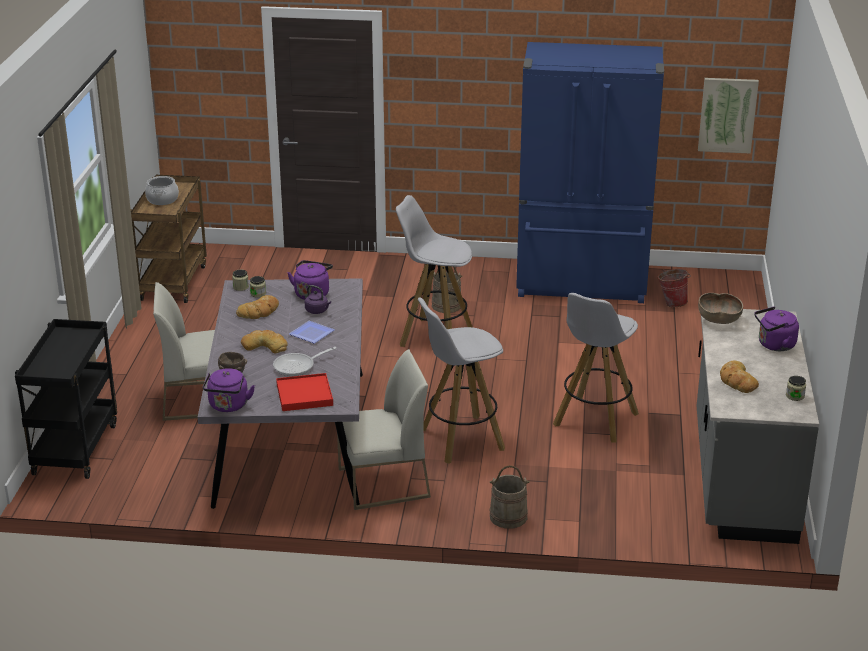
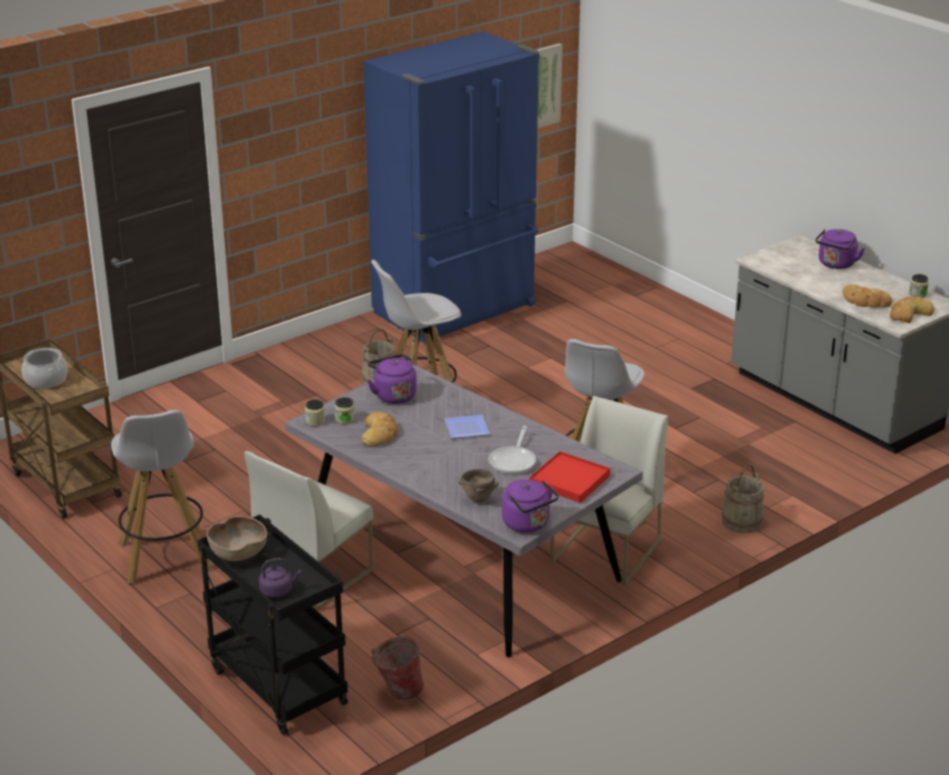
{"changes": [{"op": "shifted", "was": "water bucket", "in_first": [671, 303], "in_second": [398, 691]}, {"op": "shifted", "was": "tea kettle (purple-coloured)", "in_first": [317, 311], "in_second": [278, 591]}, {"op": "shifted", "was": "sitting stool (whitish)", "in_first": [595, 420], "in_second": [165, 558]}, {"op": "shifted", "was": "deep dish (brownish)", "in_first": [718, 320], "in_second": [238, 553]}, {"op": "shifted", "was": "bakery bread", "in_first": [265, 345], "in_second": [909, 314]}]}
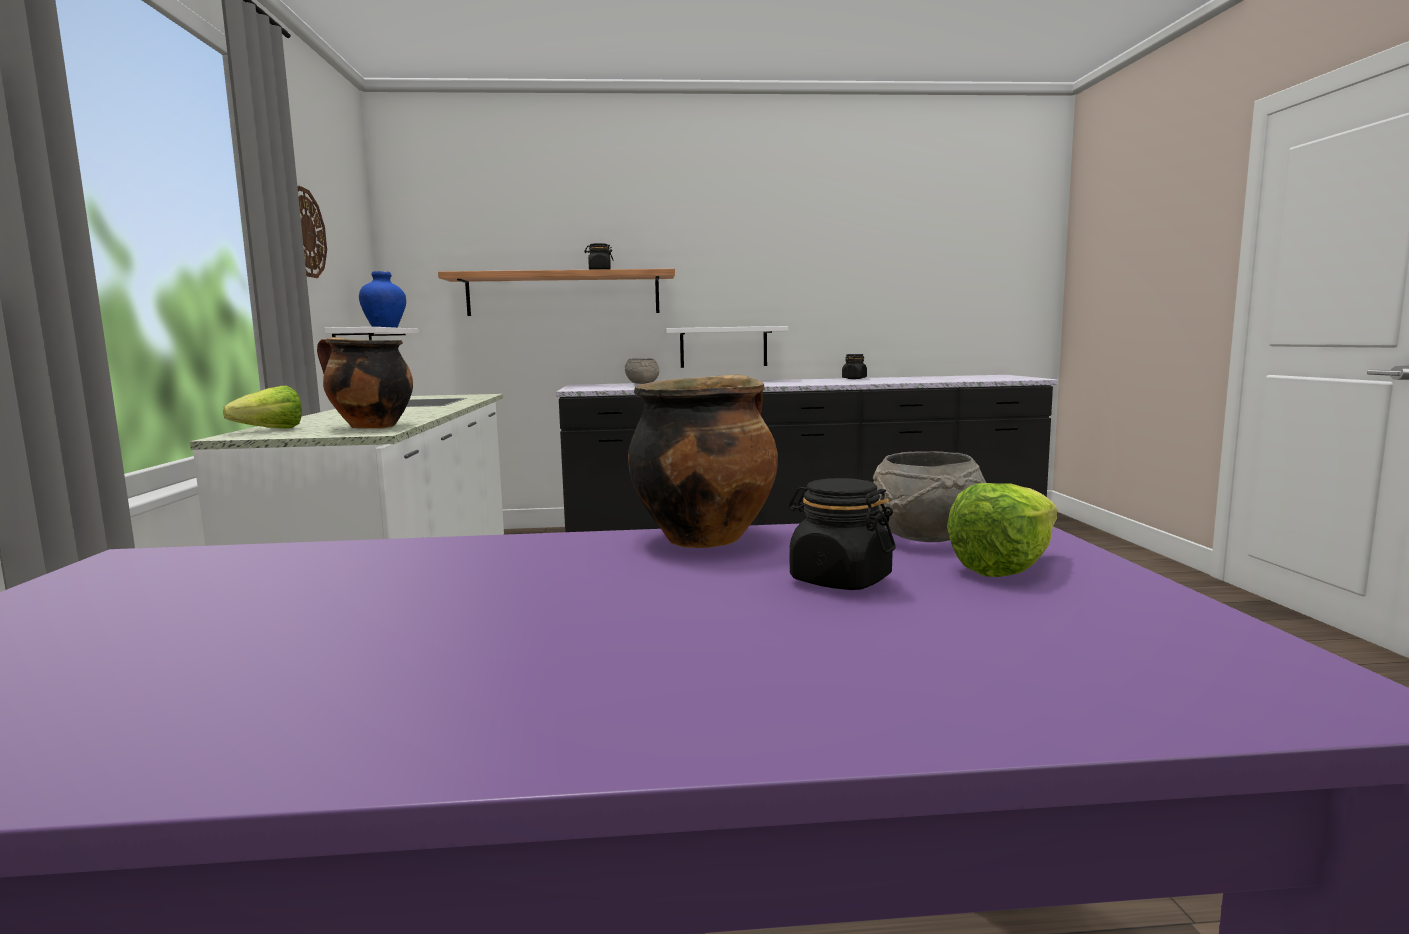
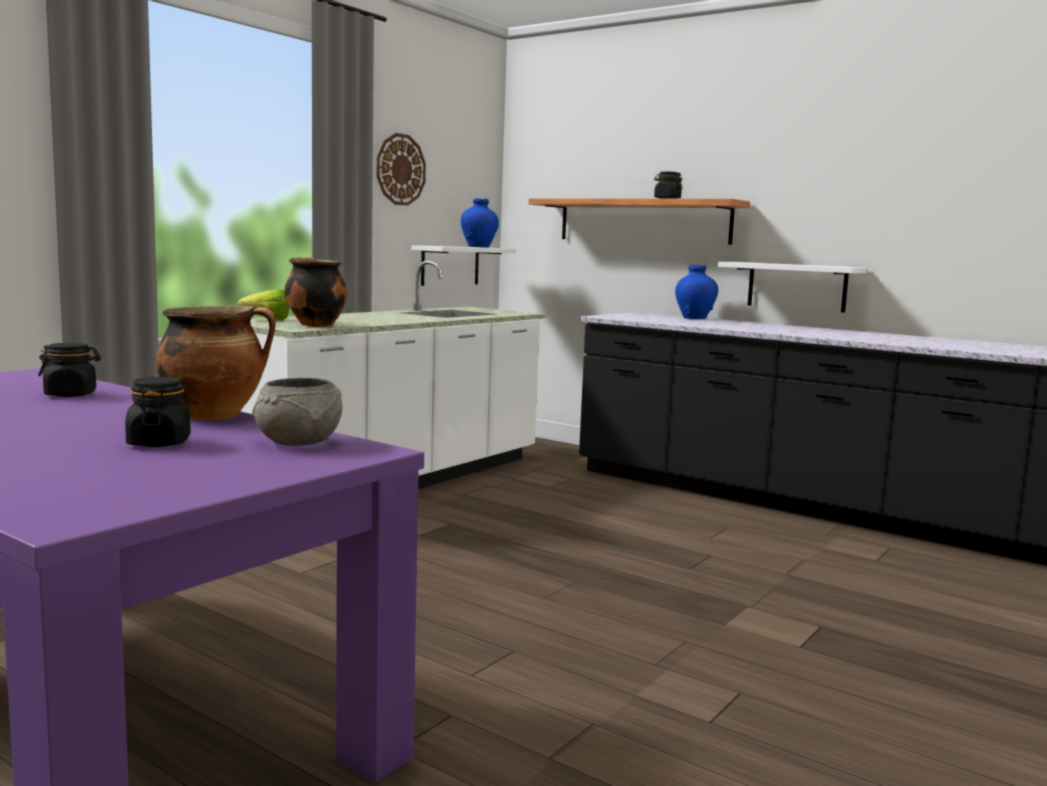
{"changes": [{"op": "shifted", "was": "jar (black)", "in_first": [854, 378], "in_second": [71, 394]}, {"op": "swapped", "was": "deep dish (gray)", "now": "vase (bluish)", "in_first": [642, 383], "in_second": [694, 318]}, {"op": "gone", "was": "lettuce head", "in_first": [1015, 565]}]}
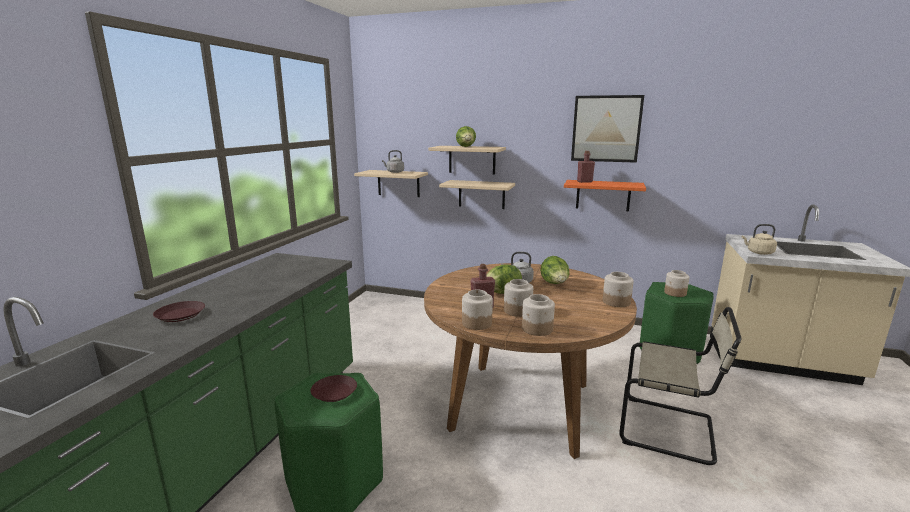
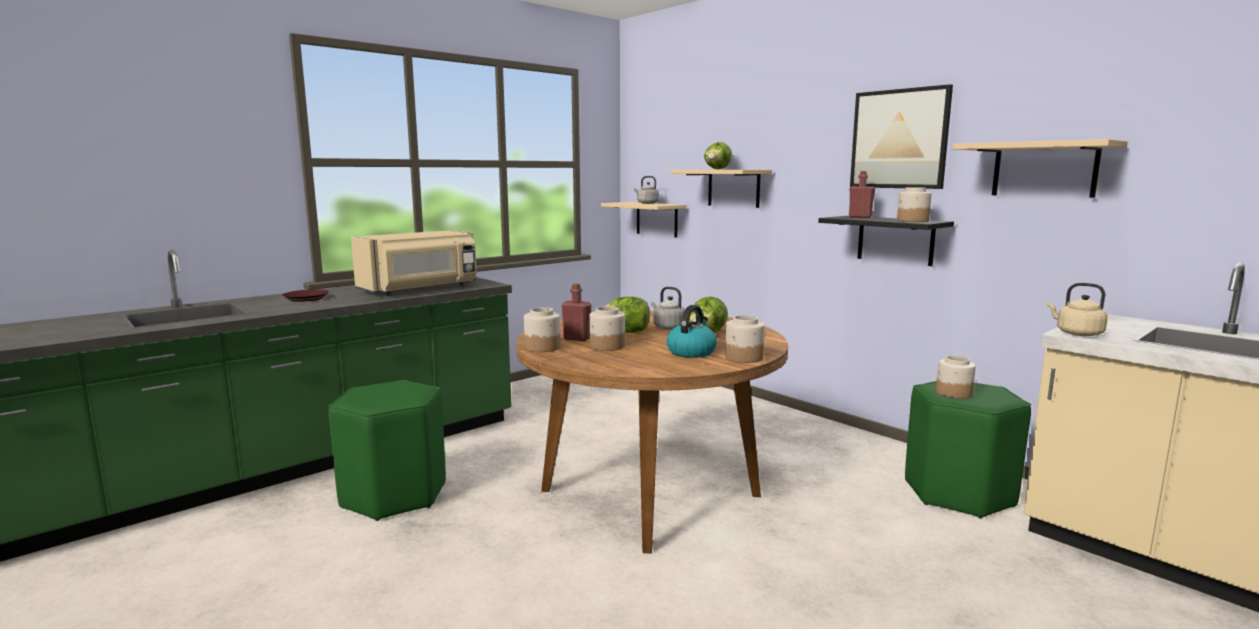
{"changes": [{"op": "shifted", "was": "bracket shelf (beige-coloured)", "in_first": [481, 194], "in_second": [1044, 170]}, {"op": "repainted", "was": "bracket shelf (orange)", "now": "bracket shelf (black)", "in_first": [603, 195], "in_second": [895, 240]}, {"op": "shifted", "was": "jar", "in_first": [537, 329], "in_second": [912, 220]}, {"op": "gone", "was": "plain chair (beige-coloured)", "in_first": [670, 430]}, {"op": "gone", "was": "flat dish (brownish)", "in_first": [334, 392]}, {"op": "new", "now": "kitchen microwave (beige-coloured)", "in_second": [421, 289]}, {"op": "new", "now": "tea kettle", "in_second": [691, 352]}]}
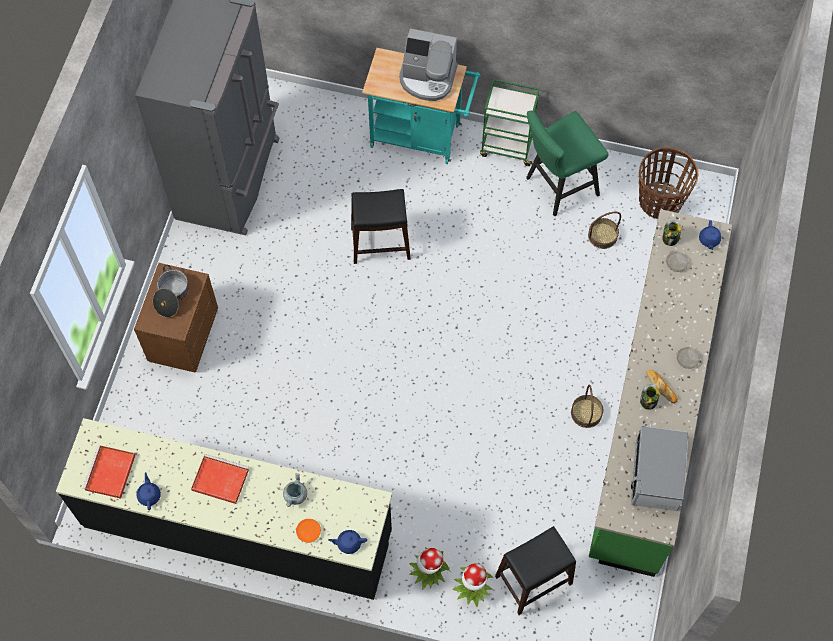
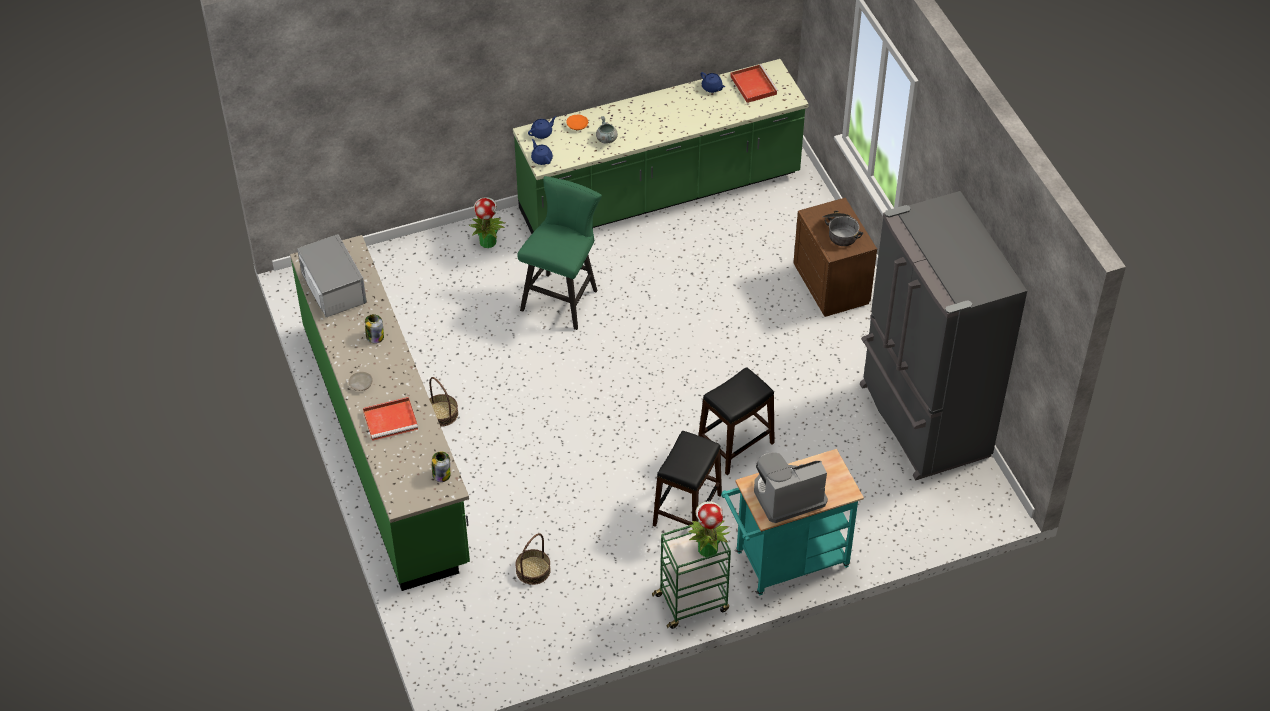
{"changes": [{"op": "shifted", "was": "sitting stool (greenish)", "in_first": [557, 188], "in_second": [563, 297]}, {"op": "gone", "was": "basket", "in_first": [659, 201]}, {"op": "shifted", "was": "tea pot (bluish)", "in_first": [709, 240], "in_second": [541, 159]}, {"op": "gone", "was": "flat dish (beige-coloured)", "in_first": [676, 263]}, {"op": "gone", "was": "bakery bread", "in_first": [661, 387]}, {"op": "repainted", "was": "kitchen base unit (black)", "now": "kitchen base unit (greenish)", "in_first": [238, 528], "in_second": [660, 194]}, {"op": "shifted", "was": "serving tray (red)", "in_first": [219, 480], "in_second": [391, 420]}, {"op": "shifted", "was": "sitting stool (black)", "in_first": [534, 580], "in_second": [686, 510]}, {"op": "shifted", "was": "plant in a pot", "in_first": [472, 592], "in_second": [707, 548]}]}
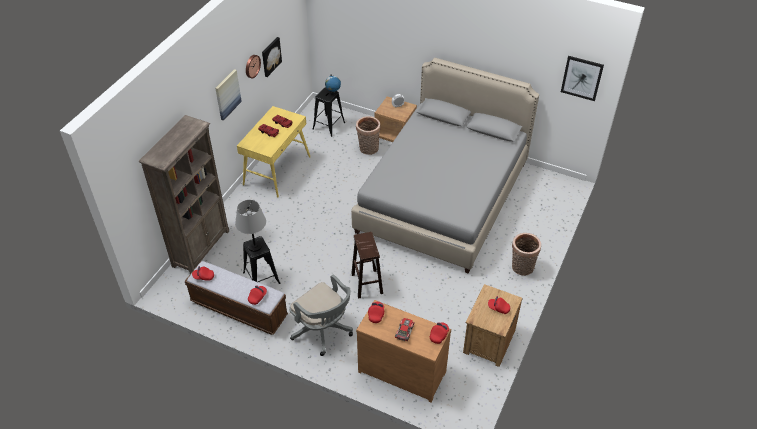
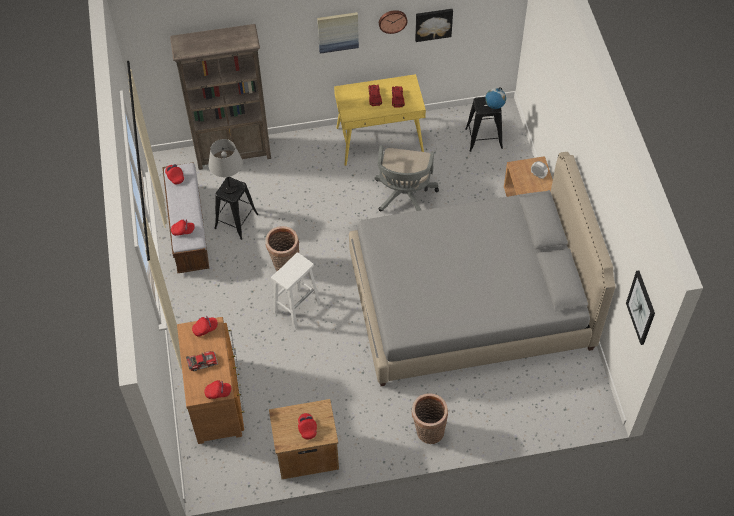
{"changes": [{"op": "shifted", "was": "basket", "in_first": [368, 149], "in_second": [284, 265]}, {"op": "repainted", "was": "sitting stool (brownish)", "now": "sitting stool (whitish)", "in_first": [366, 283], "in_second": [297, 307]}, {"op": "shifted", "was": "office chair (gray)", "in_first": [323, 331], "in_second": [404, 196]}]}
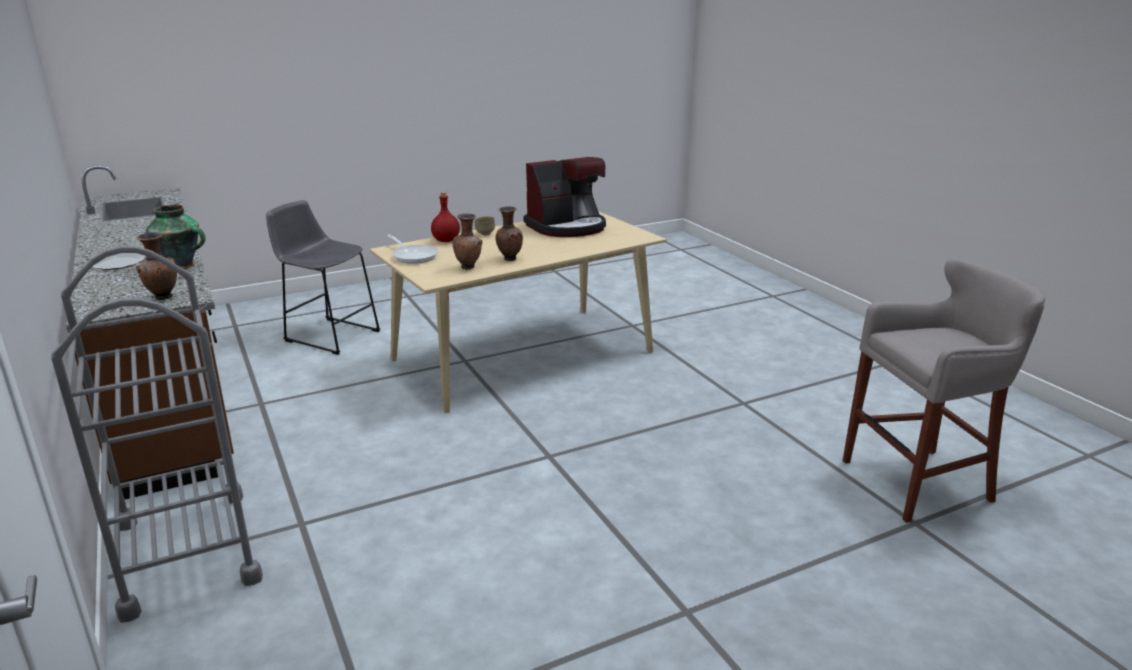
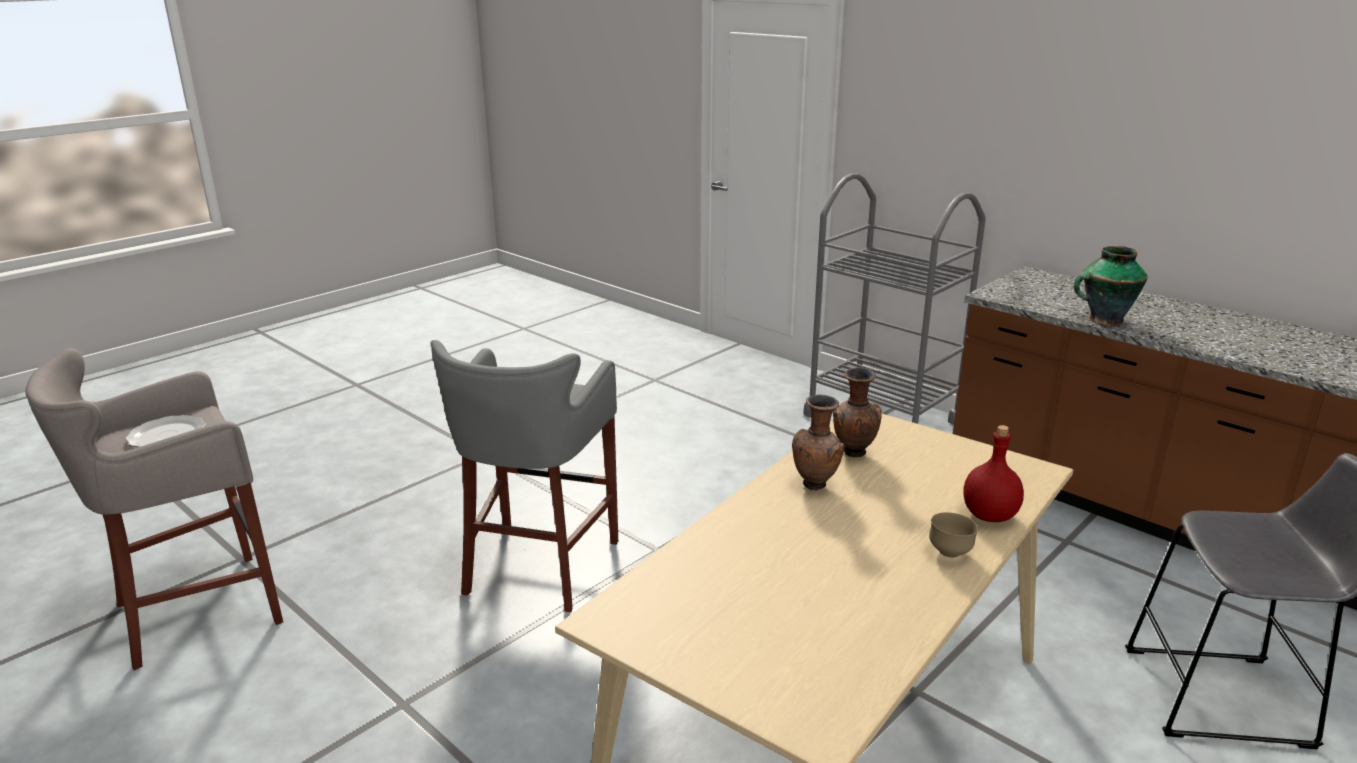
{"changes": [{"op": "gone", "was": "coffee brewer", "in_first": [567, 227]}, {"op": "gone", "was": "vase (brownish)", "in_first": [163, 298]}, {"op": "gone", "was": "pan", "in_first": [413, 256]}, {"op": "shifted", "was": "flat dish", "in_first": [118, 263], "in_second": [167, 436]}, {"op": "new", "now": "sitting stool (gray)", "in_second": [538, 568]}]}
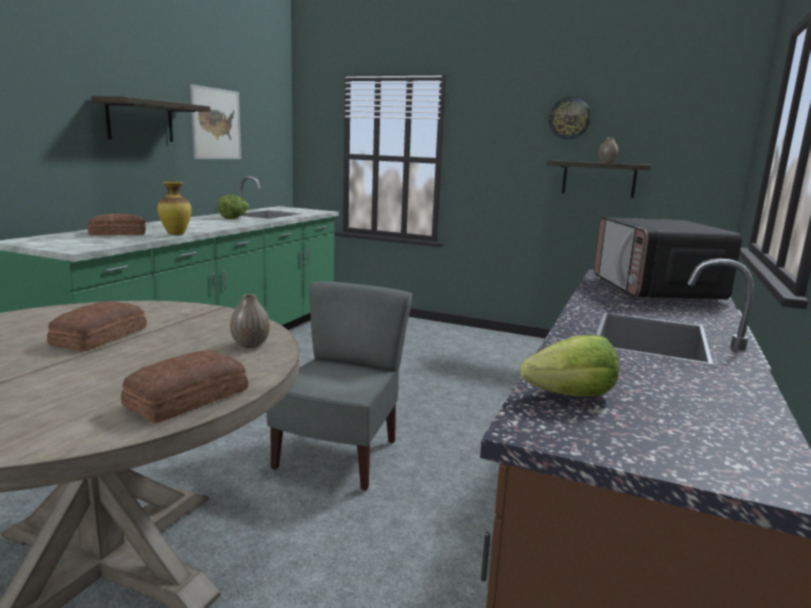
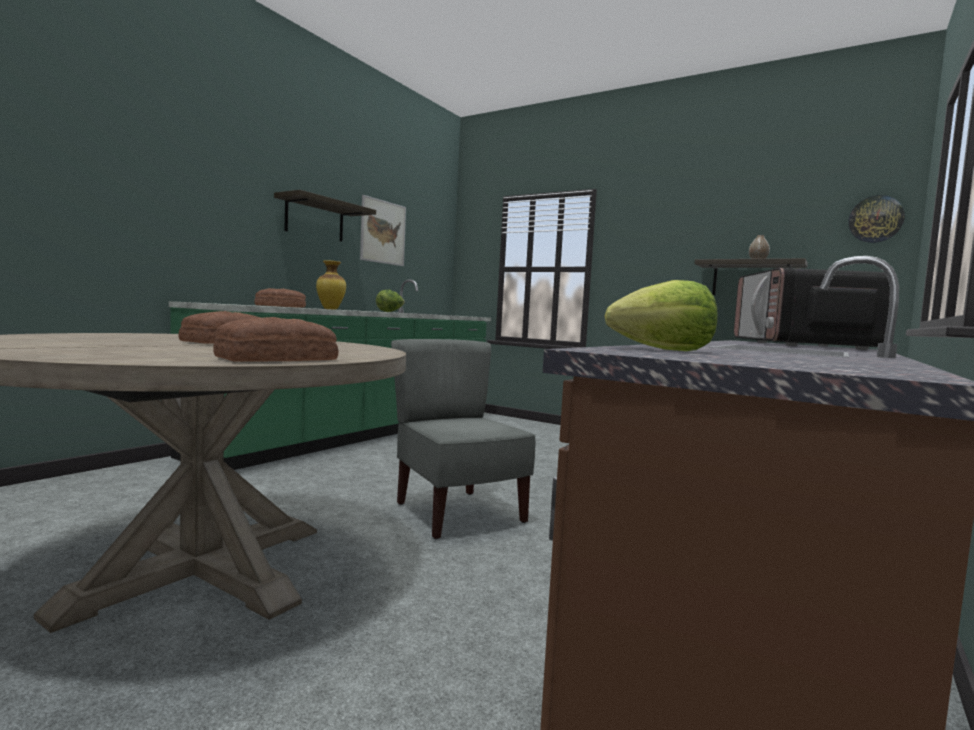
{"changes": [{"op": "shifted", "was": "clock on the wall", "in_first": [569, 118], "in_second": [875, 219]}, {"op": "rotated", "was": "plain chair (gray)", "in_first": [339, 455], "in_second": [457, 513], "clockwise": -60}, {"op": "gone", "was": "vase", "in_first": [250, 345]}]}
